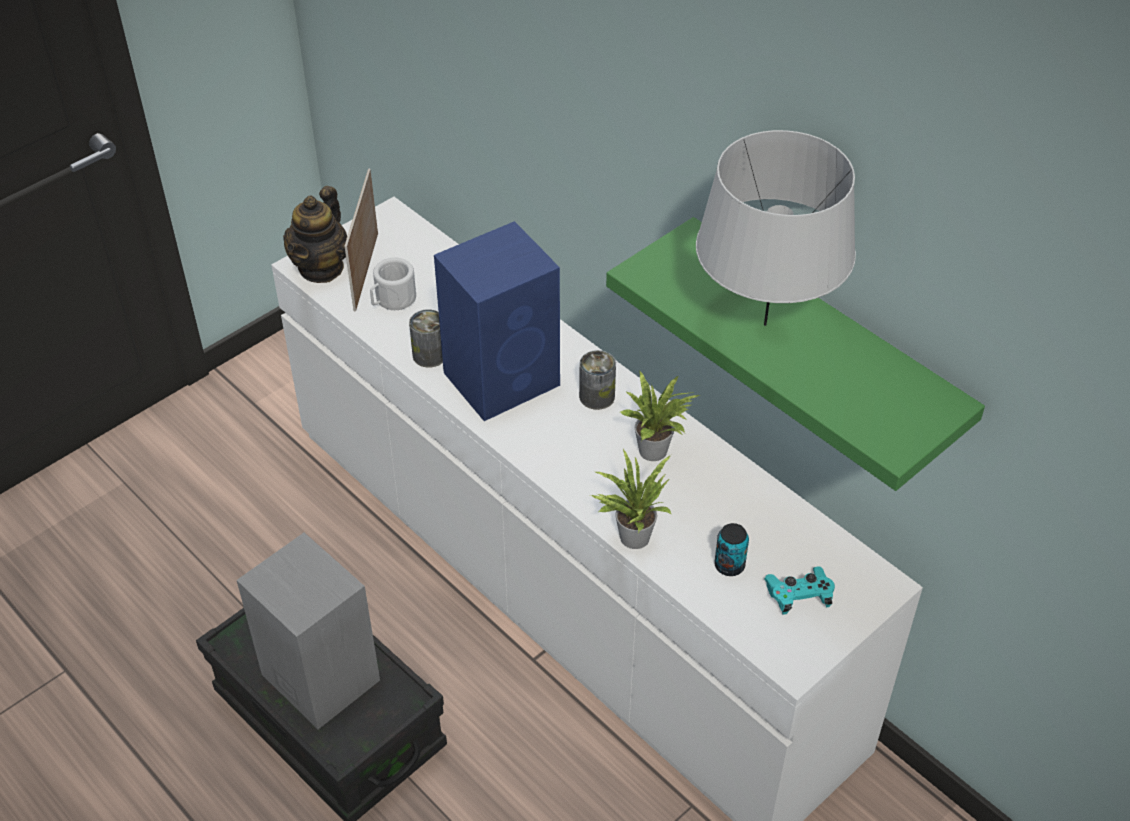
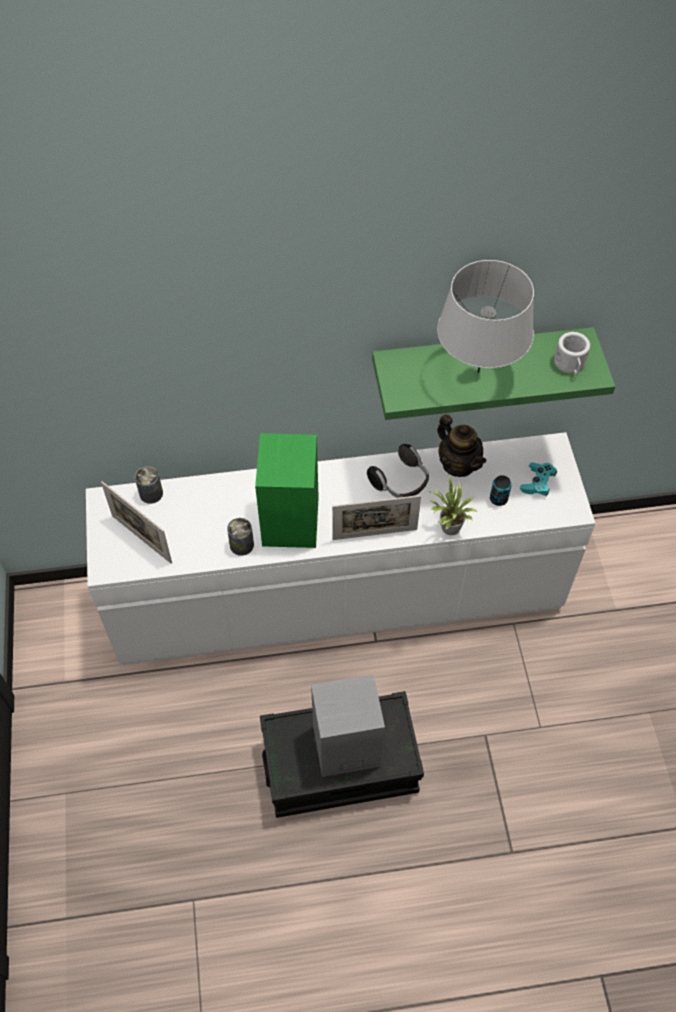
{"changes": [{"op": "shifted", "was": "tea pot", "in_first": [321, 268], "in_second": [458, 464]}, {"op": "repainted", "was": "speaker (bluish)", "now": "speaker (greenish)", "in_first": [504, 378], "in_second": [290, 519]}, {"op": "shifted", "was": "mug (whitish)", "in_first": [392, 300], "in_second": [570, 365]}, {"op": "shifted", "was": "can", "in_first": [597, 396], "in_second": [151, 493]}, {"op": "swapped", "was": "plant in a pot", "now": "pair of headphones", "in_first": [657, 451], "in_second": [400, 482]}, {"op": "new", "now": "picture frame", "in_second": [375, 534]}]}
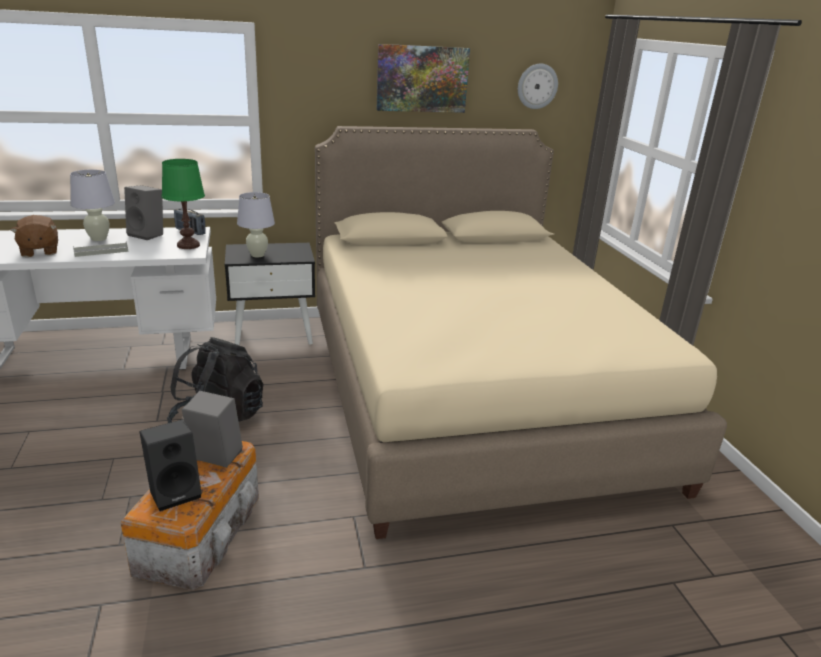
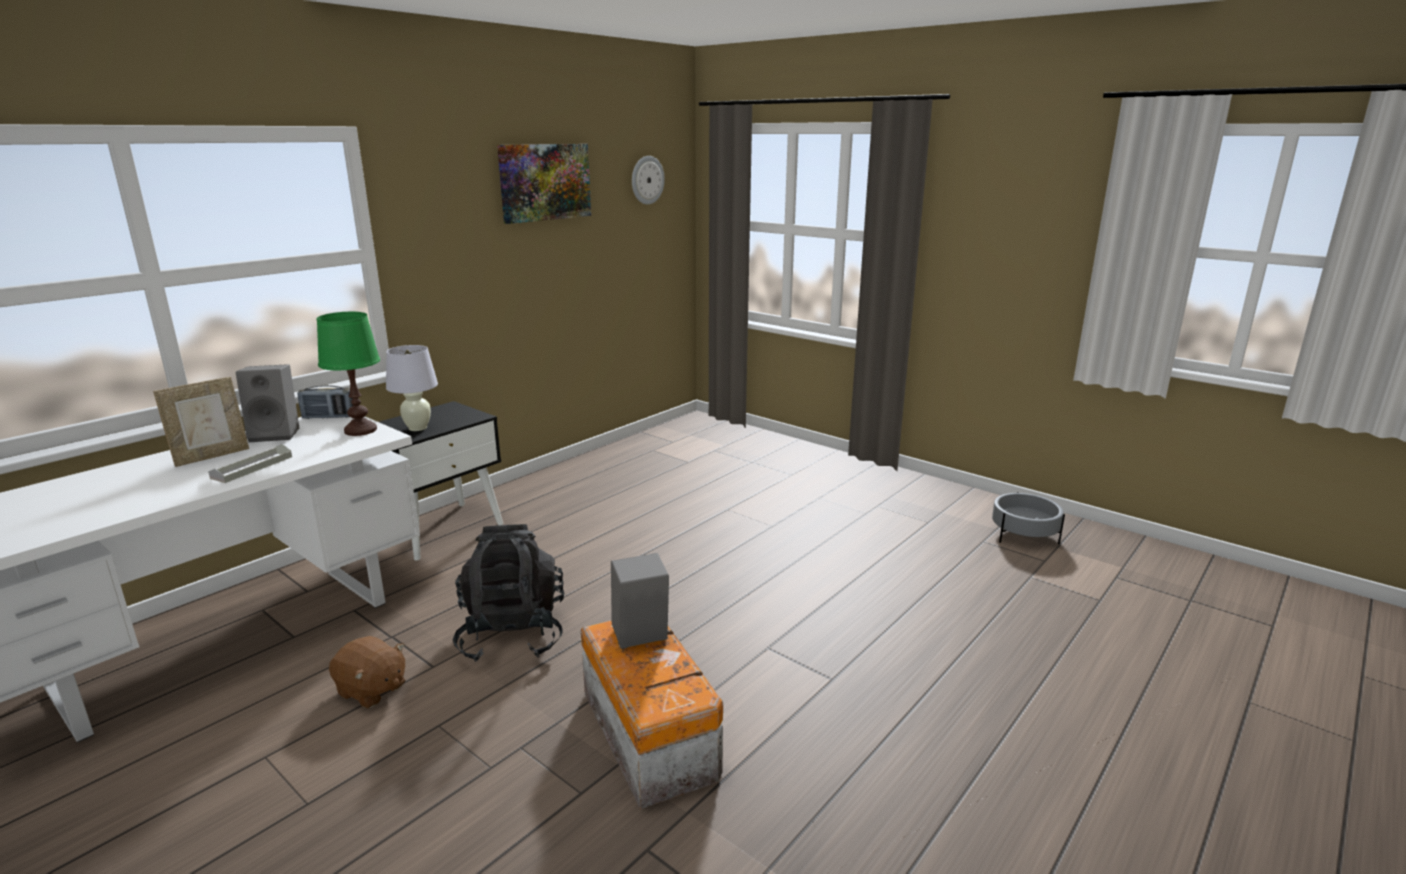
{"changes": [{"op": "gone", "was": "sleeping bed (beige-coloured)", "in_first": [470, 391]}, {"op": "swapped", "was": "tabletop lamp (whitish)", "now": "picture frame", "in_first": [98, 238], "in_second": [211, 456]}, {"op": "shifted", "was": "plush toy (brownish)", "in_first": [39, 251], "in_second": [371, 690]}, {"op": "gone", "was": "speaker (black)", "in_first": [176, 491]}, {"op": "new", "now": "flower pot (gray)", "in_second": [1023, 535]}]}
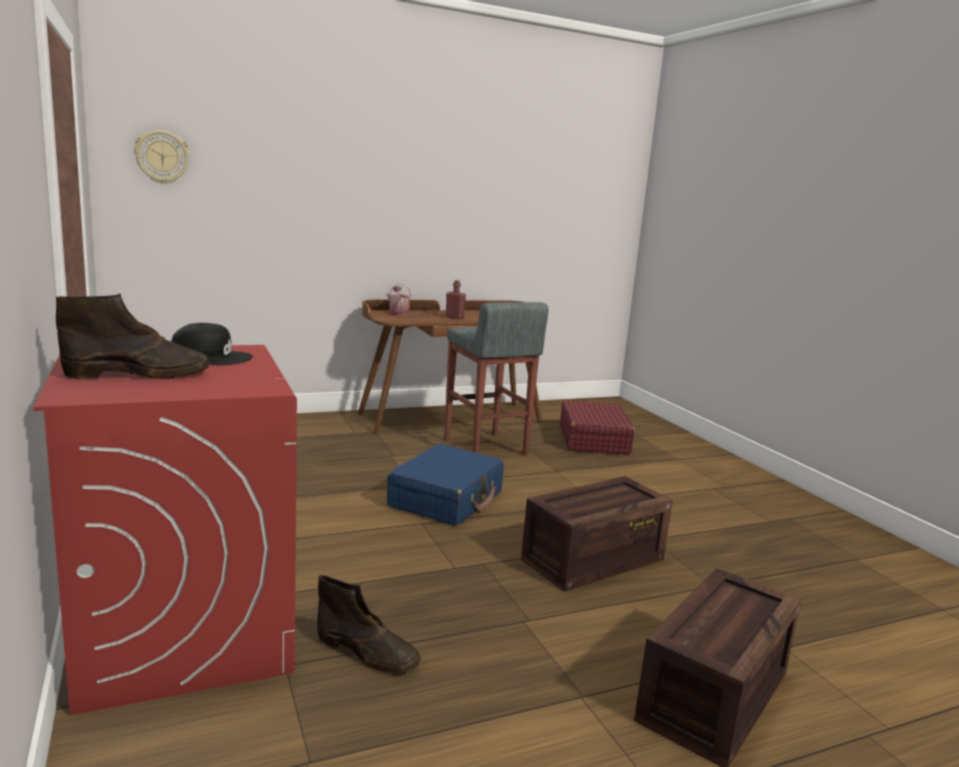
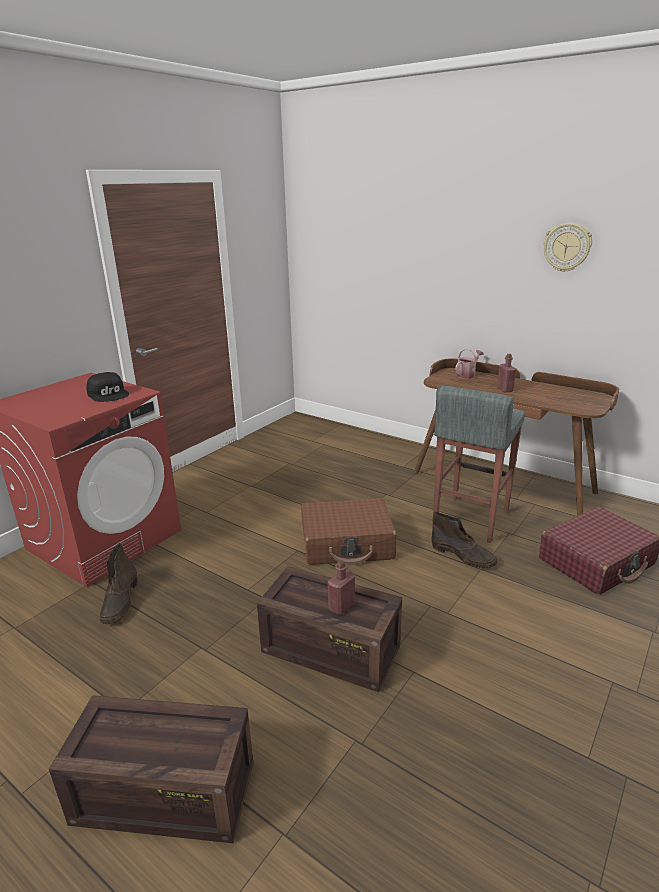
{"changes": [{"op": "shifted", "was": "clock on the wall", "in_first": [162, 157], "in_second": [567, 247]}, {"op": "shifted", "was": "tall boot (brownish)", "in_first": [139, 374], "in_second": [463, 556]}, {"op": "repainted", "was": "travel case (bluish)", "now": "travel case (brownish)", "in_first": [446, 499], "in_second": [347, 543]}, {"op": "new", "now": "drink bottle (red)", "in_second": [341, 606]}]}
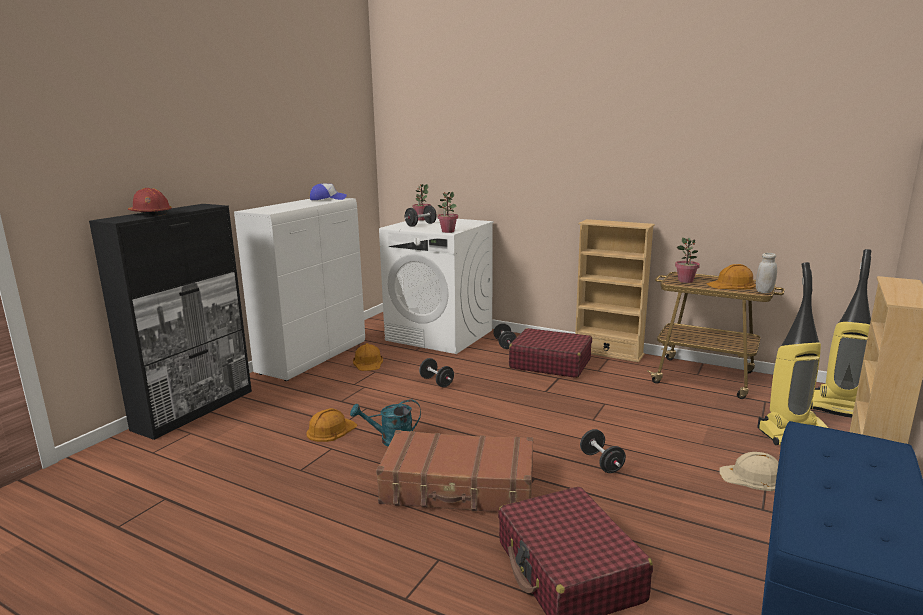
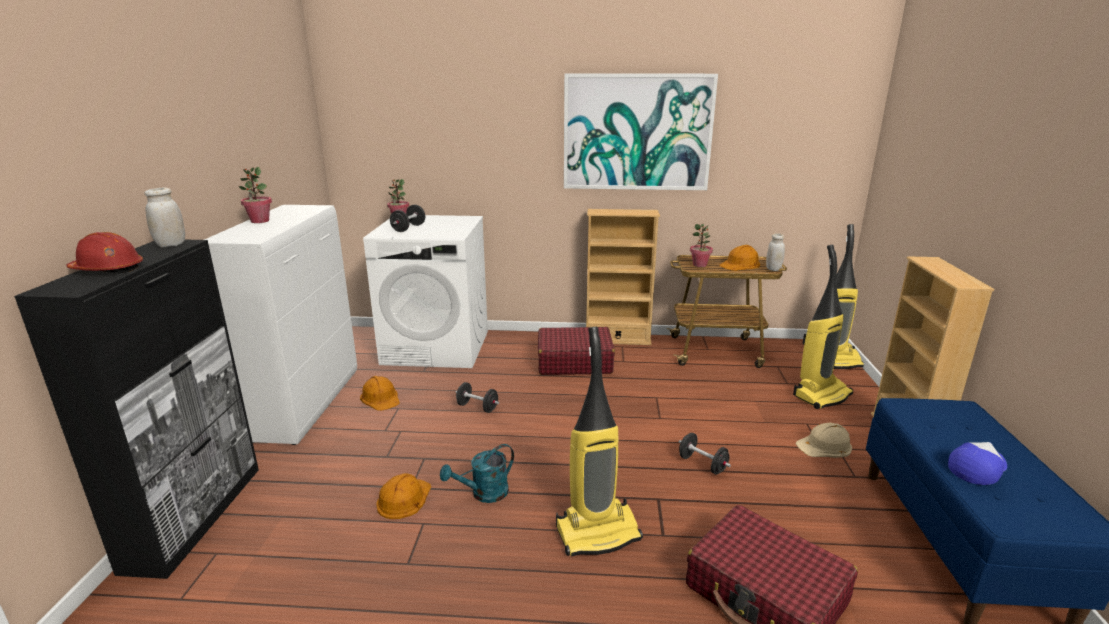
{"changes": [{"op": "shifted", "was": "baseball cap", "in_first": [328, 199], "in_second": [977, 468]}, {"op": "shifted", "was": "plant in a pot", "in_first": [447, 231], "in_second": [259, 221]}, {"op": "gone", "was": "dumbbell (black)", "in_first": [504, 344]}, {"op": "swapped", "was": "travel case (brownish)", "now": "vacuum cleaner", "in_first": [459, 487], "in_second": [598, 532]}, {"op": "new", "now": "wall picture", "in_second": [637, 132]}, {"op": "new", "now": "jar (whitish)", "in_second": [171, 245]}]}
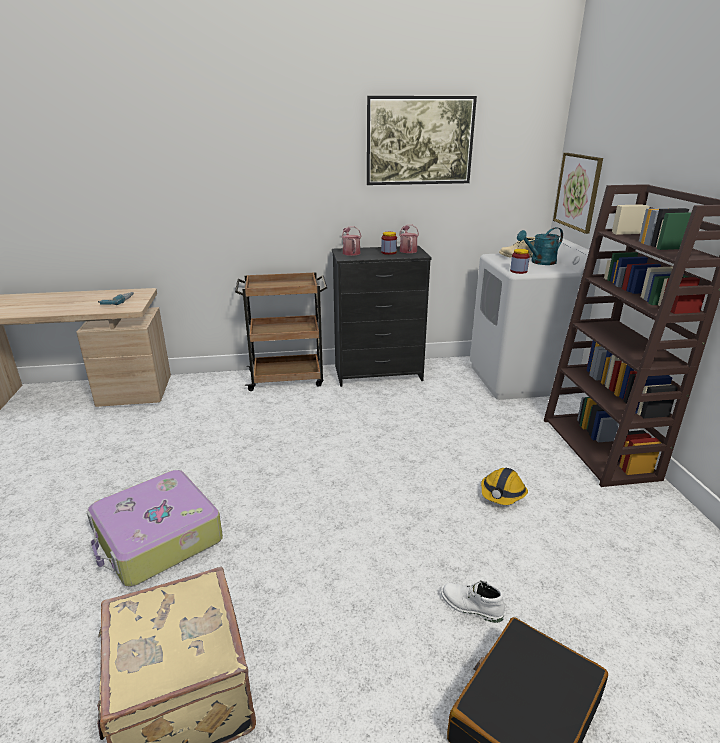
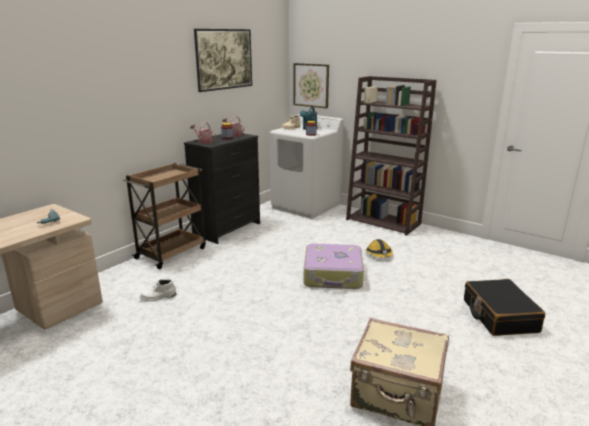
{"changes": [{"op": "shifted", "was": "travel case", "in_first": [157, 539], "in_second": [333, 275]}, {"op": "shifted", "was": "tall boot (whitish)", "in_first": [470, 607], "in_second": [158, 297]}]}
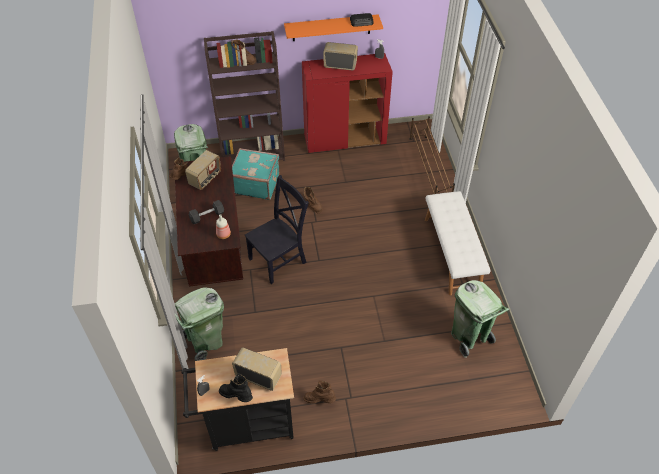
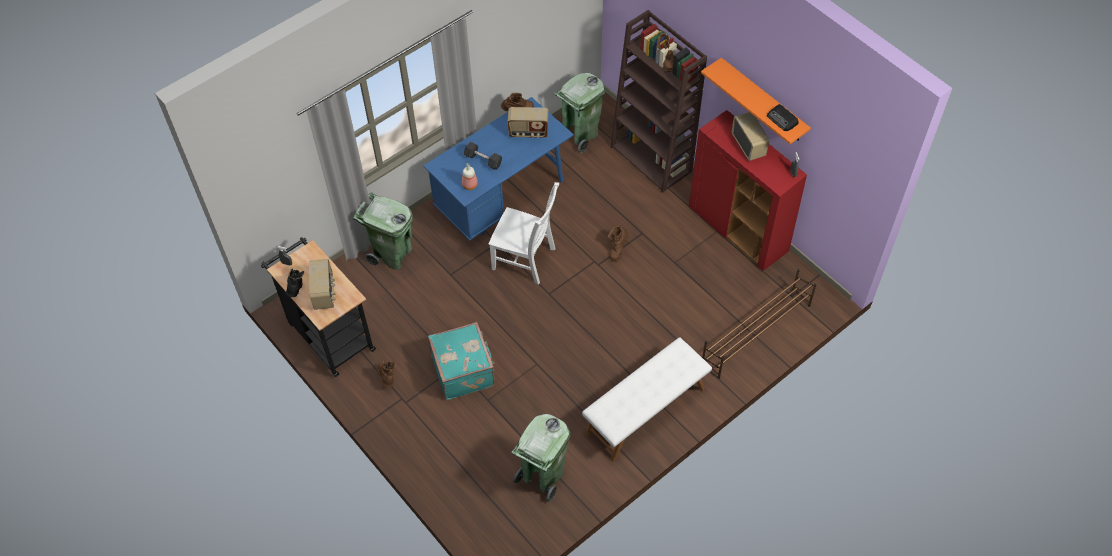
{"changes": [{"op": "shifted", "was": "travel case (turquoise-coloured)", "in_first": [255, 183], "in_second": [464, 370]}, {"op": "repainted", "was": "desk (brownish)", "now": "desk (bluish)", "in_first": [214, 248], "in_second": [502, 199]}, {"op": "repainted", "was": "plain chair (black)", "now": "plain chair (whitish)", "in_first": [279, 259], "in_second": [526, 260]}]}
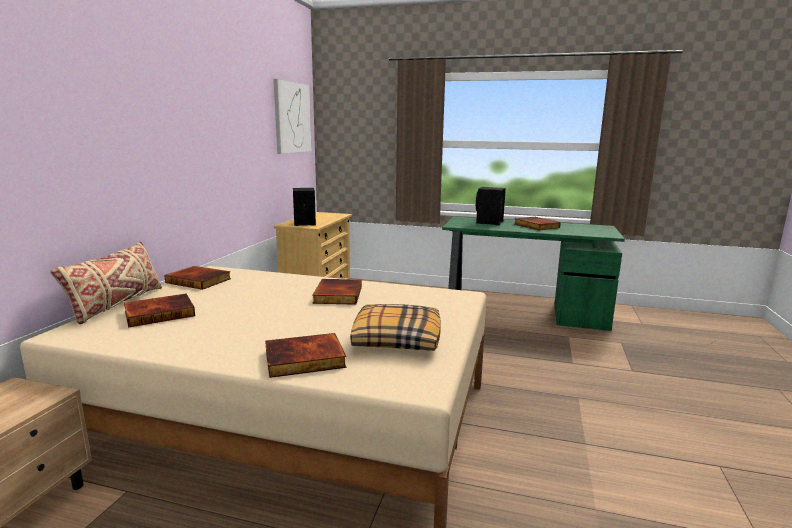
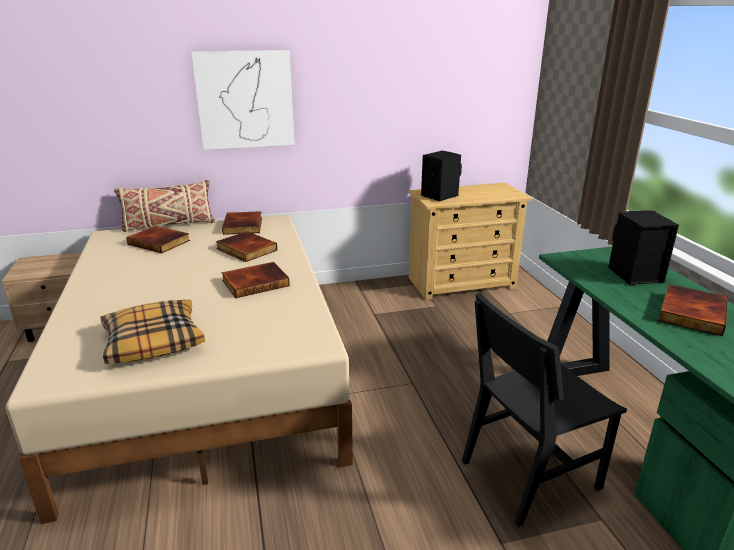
{"changes": [{"op": "shifted", "was": "wall picture", "in_first": [292, 118], "in_second": [245, 100]}, {"op": "shifted", "was": "book", "in_first": [304, 360], "in_second": [245, 249]}, {"op": "new", "now": "plain chair (black)", "in_second": [529, 474]}]}
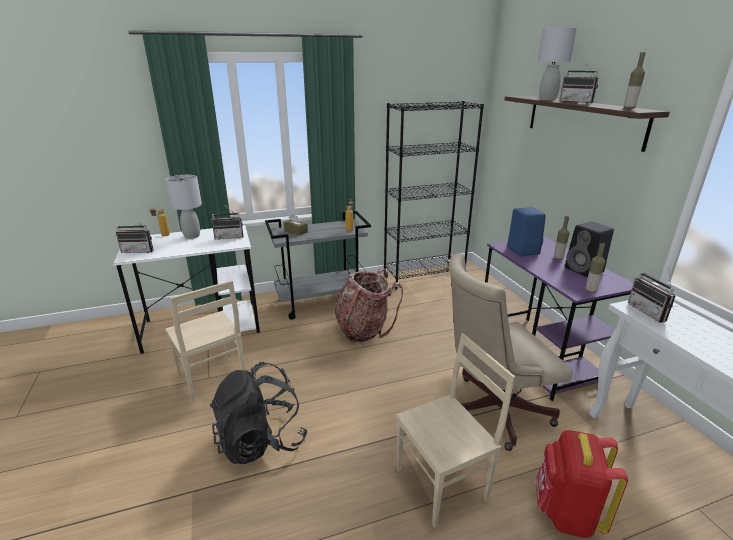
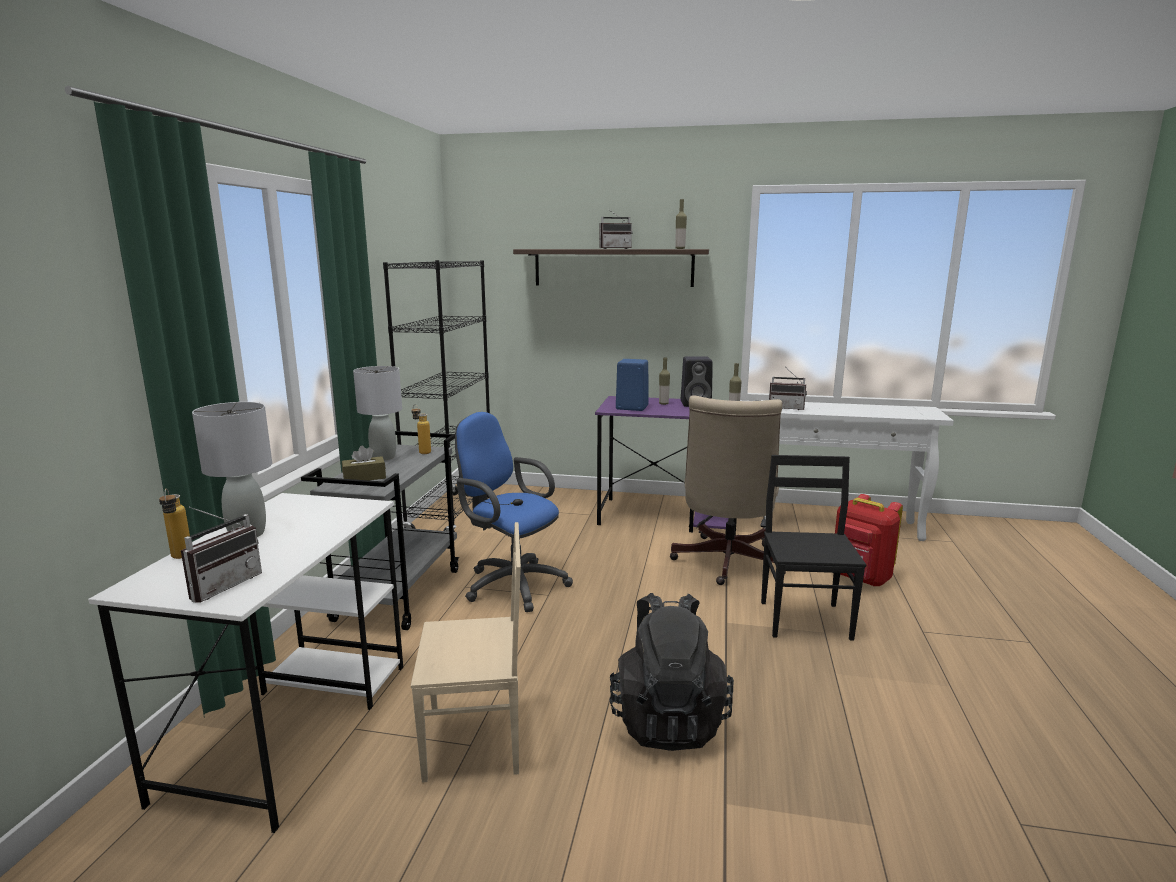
{"changes": [{"op": "shifted", "was": "tabletop lamp (gray)", "in_first": [547, 99], "in_second": [383, 457]}, {"op": "gone", "was": "radio set", "in_first": [230, 237]}, {"op": "swapped", "was": "knapsack", "now": "office chair (bluish)", "in_first": [363, 329], "in_second": [511, 584]}, {"op": "repainted", "was": "plain chair (beige-coloured)", "now": "plain chair (black)", "in_first": [443, 485], "in_second": [806, 619]}]}
